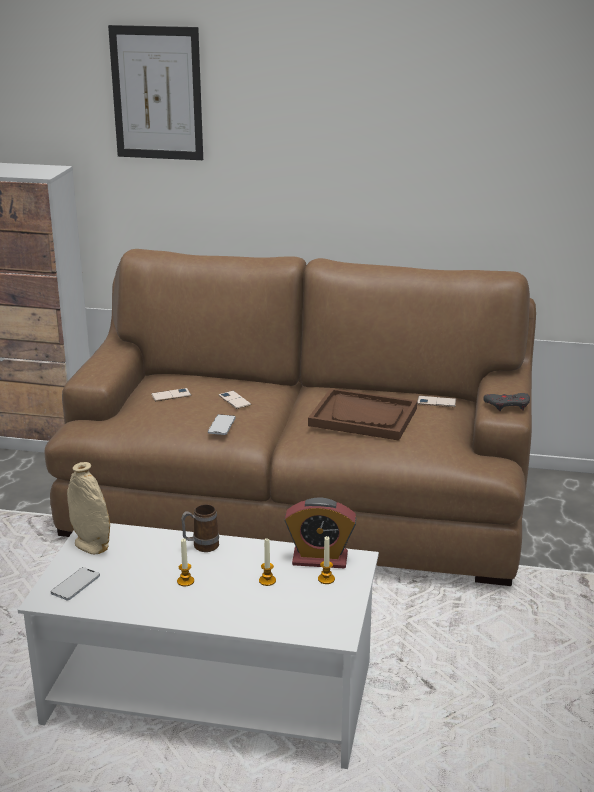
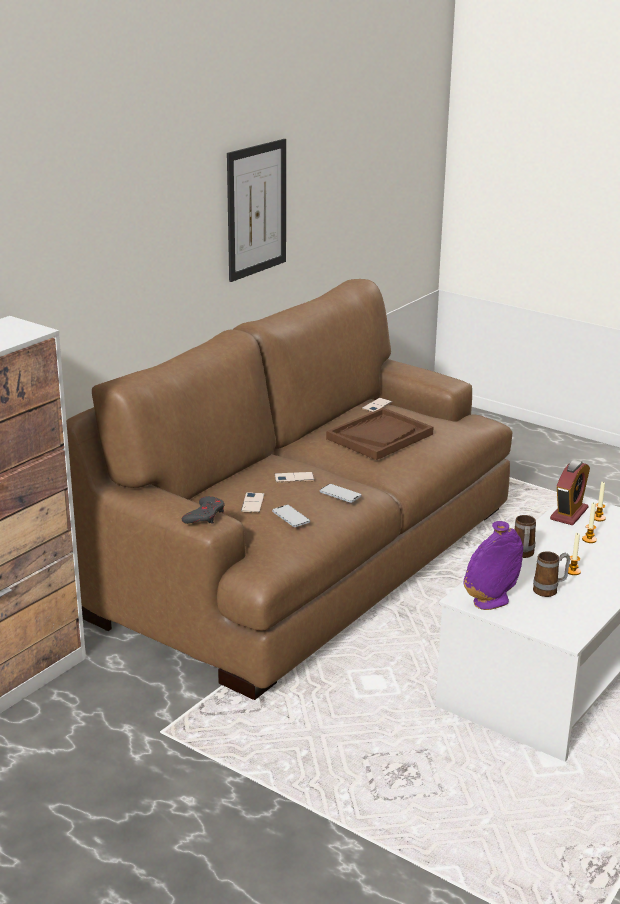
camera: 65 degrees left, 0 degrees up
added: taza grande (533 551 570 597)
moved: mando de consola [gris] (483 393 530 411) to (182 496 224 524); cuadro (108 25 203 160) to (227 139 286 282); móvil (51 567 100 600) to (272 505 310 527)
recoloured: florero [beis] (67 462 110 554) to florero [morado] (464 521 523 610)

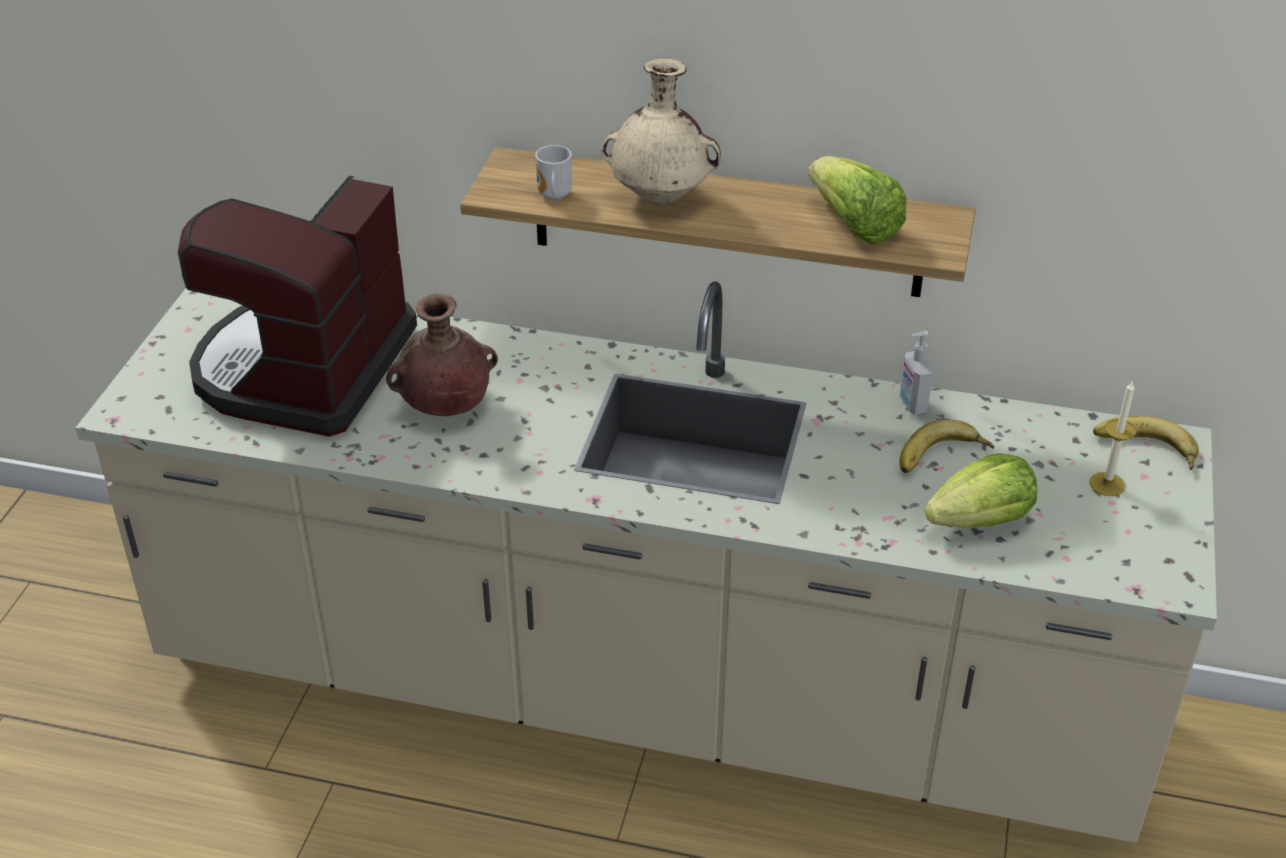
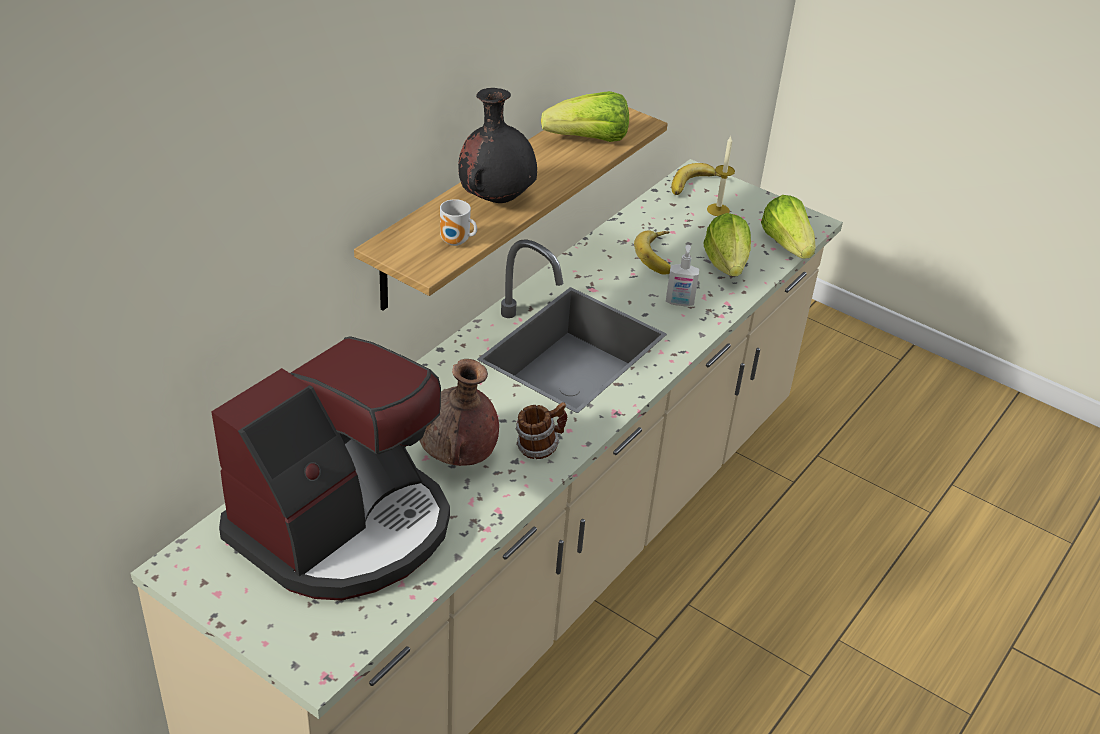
camera: 70 degrees left, 0 degrees up
added: taza grande (516 402 568 459); lechuga (761 195 816 259)
moved: dispensador de jabón (900 331 933 415) to (666 245 699 306)
recoloured: florero [beis] (601 59 721 205) to florero [negro] (458 88 537 203)
turned: cafetera (178 176 417 437) = (211 336 450 601) 90 degrees counterclockwise

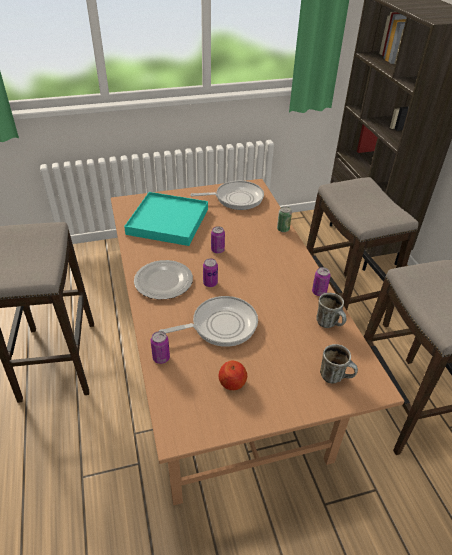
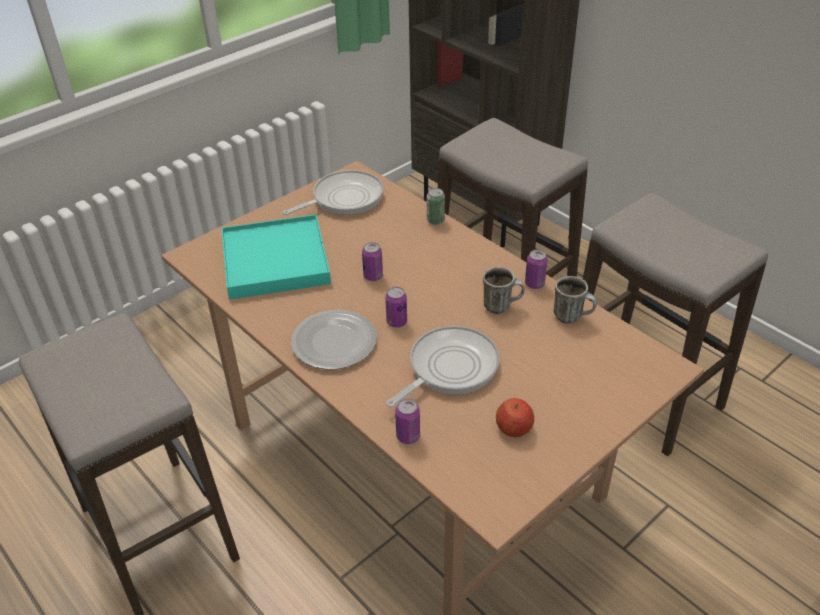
camera: 25 degrees left, 0 degrees up
moved: taza grande (320 344 358 384) to (483 267 525 314)

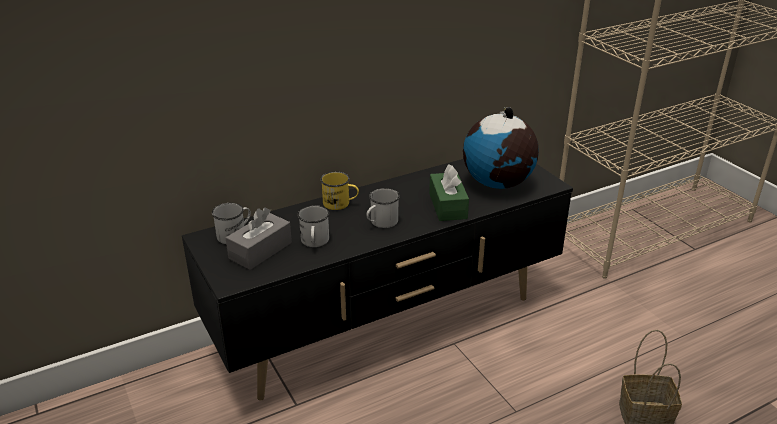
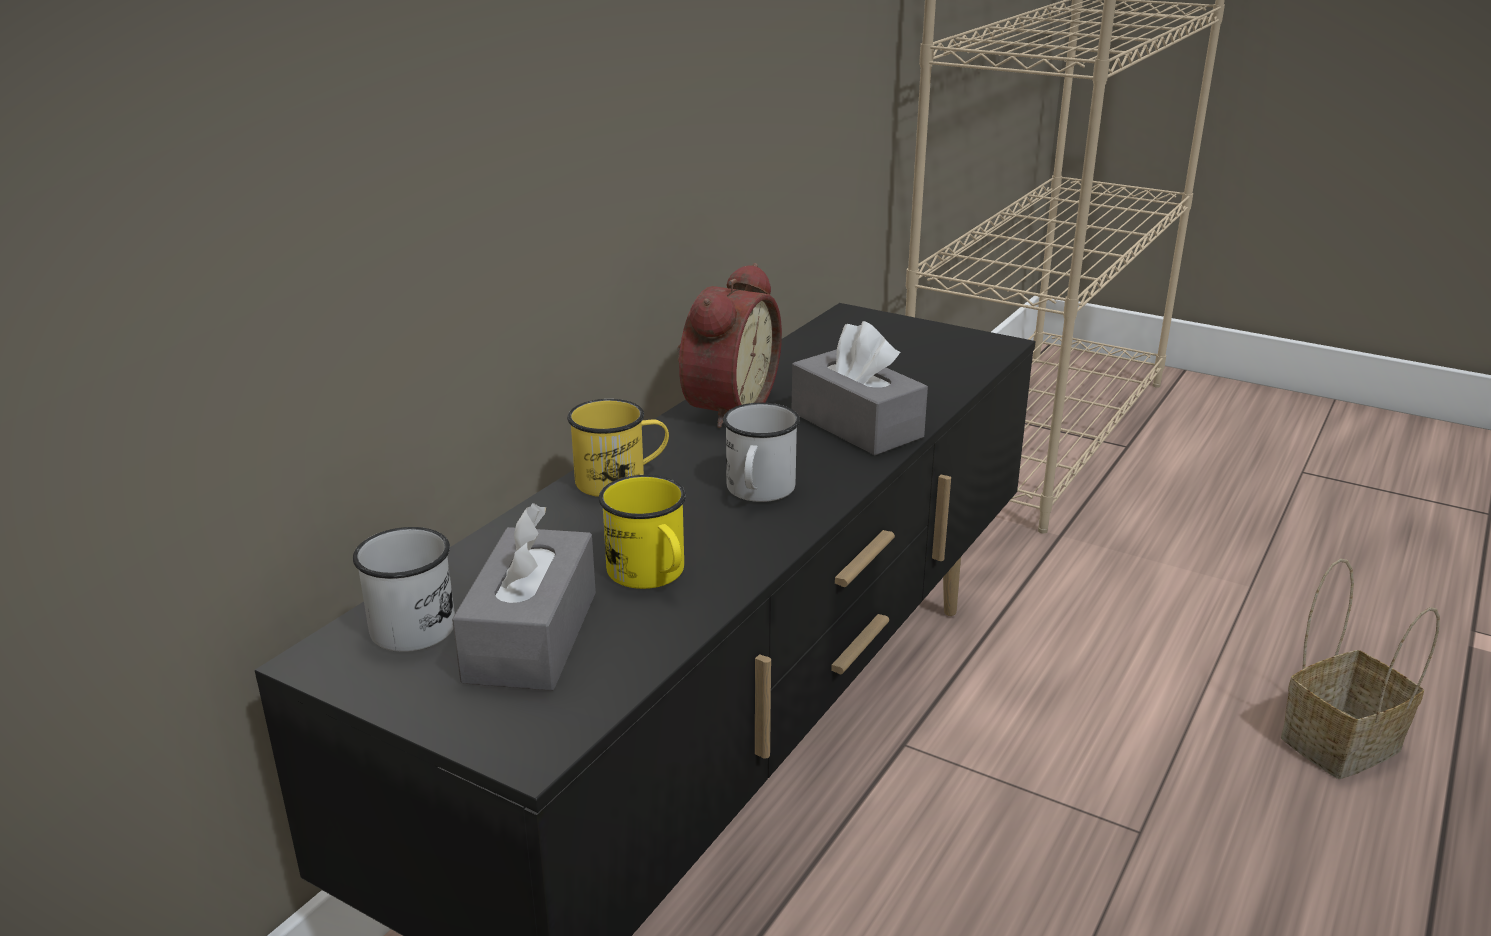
camera: 30 degrees left, 5 degrees down
removed: globo terráqueo (463 107 539 189)
added: despertador (677 263 782 428)
recoloured: taza grande [blanco] (298 205 329 247) to taza grande [amarillo] (599 475 686 589); caja de pañuelos [verde] (429 164 469 221) to caja de pañuelos [gris] (792 321 928 455)

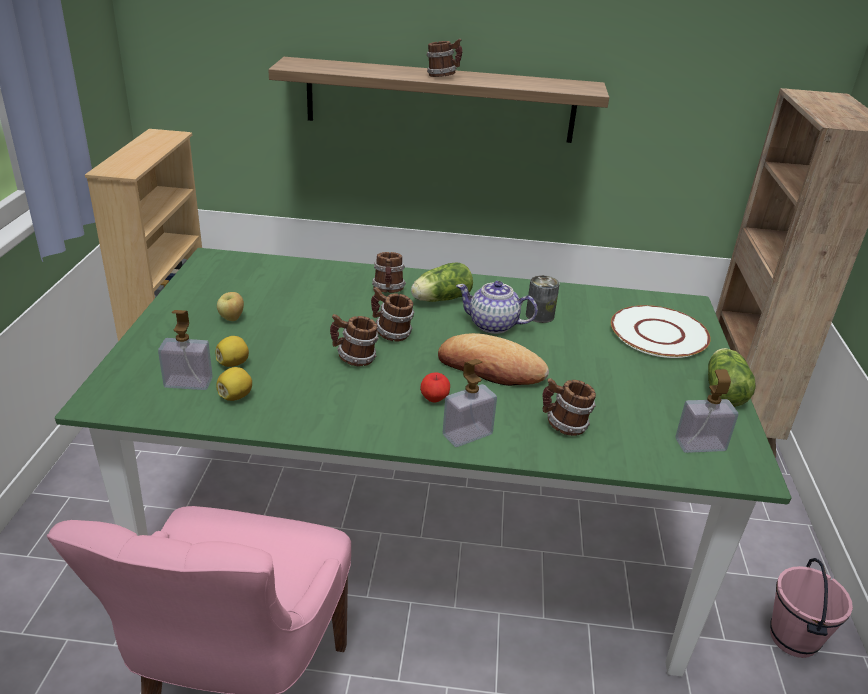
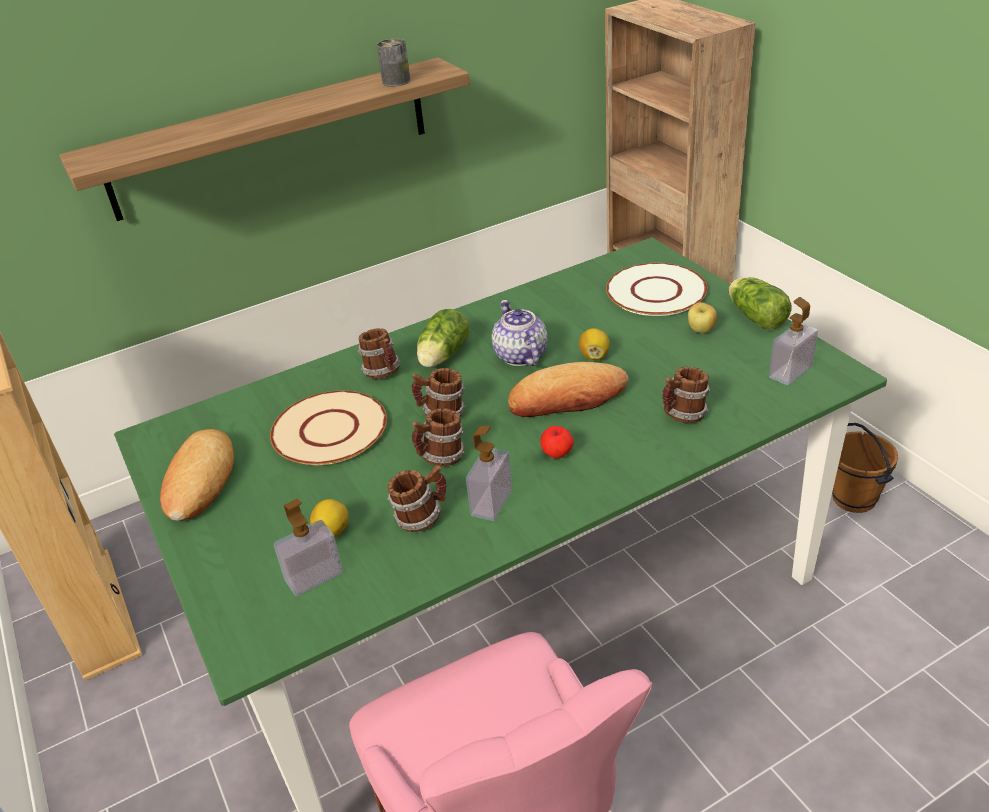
camera: 30 degrees left, 5 degrees up
added: pan (160 429 234 521); plato [beis] (270 391 387 465)
moved: lata (526 275 560 323) to (377 39 410 87); taza grande (427 39 462 77) to (388 465 446 532); dispensador de jabón (443 359 497 447) to (466 426 512 521); limón (216 367 252 401) to (579 328 610 360); manzana (217 292 244 321) to (688 302 717 333)
recoloured: cubo [rosa] (770 558 853 658) to cubo [marrón] (832 423 898 513)
turned: tetera (456 281 538 334) = (492 300 548 366) 90 degrees clockwise

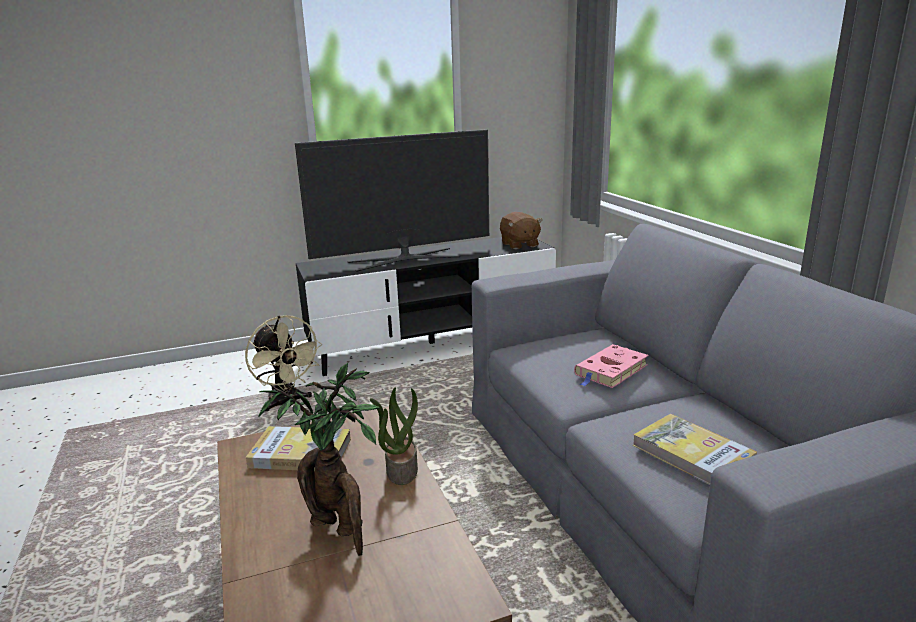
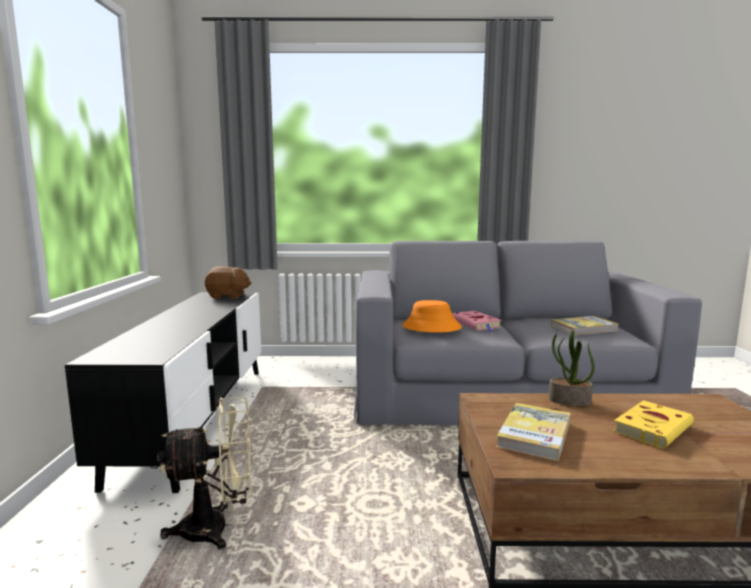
camera: 70 degrees left, 10 degrees down
removed: televisor (295 129 489 271)
added: sombrero [naranja] (402 300 462 332)
replaced: planta en maceta (259 363 380 556) to libro [amarillo] (613 400 694 449)

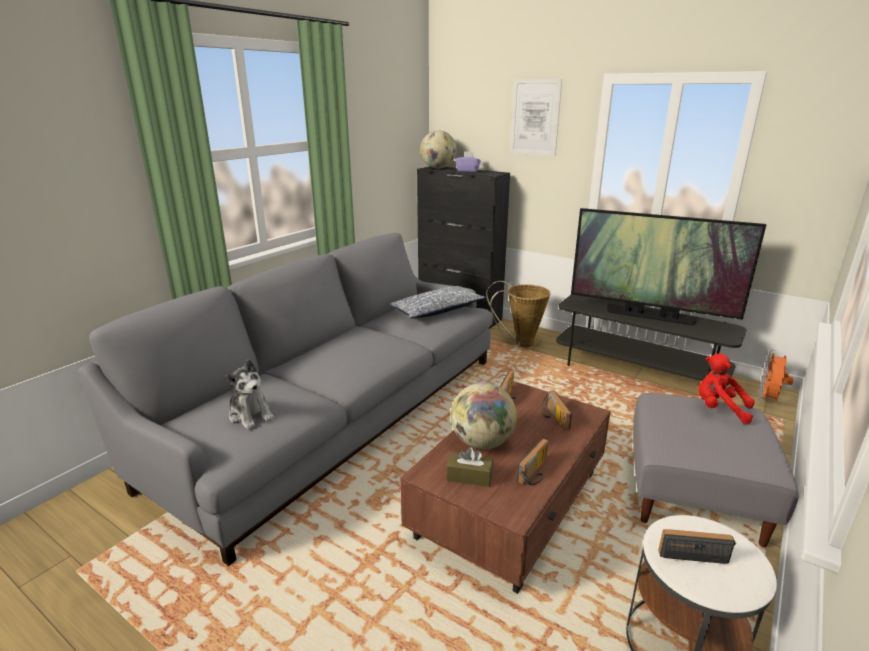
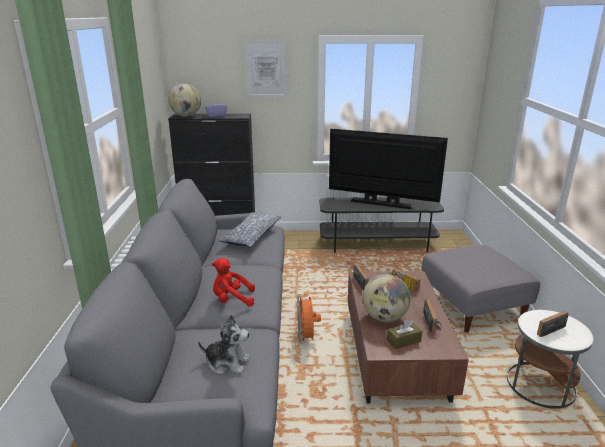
camera: 35 degrees left, 0 degrees up
removed: cesta (486 281 551 347)
moved: peluche [rojo] (698 353 755 424) to (212 258 255 306); ventilador [naranja] (758 349 794 402) to (297 294 321 344)
turned: televisor (571 208 766 325) = (329 129 448 209) 150 degrees counterclockwise

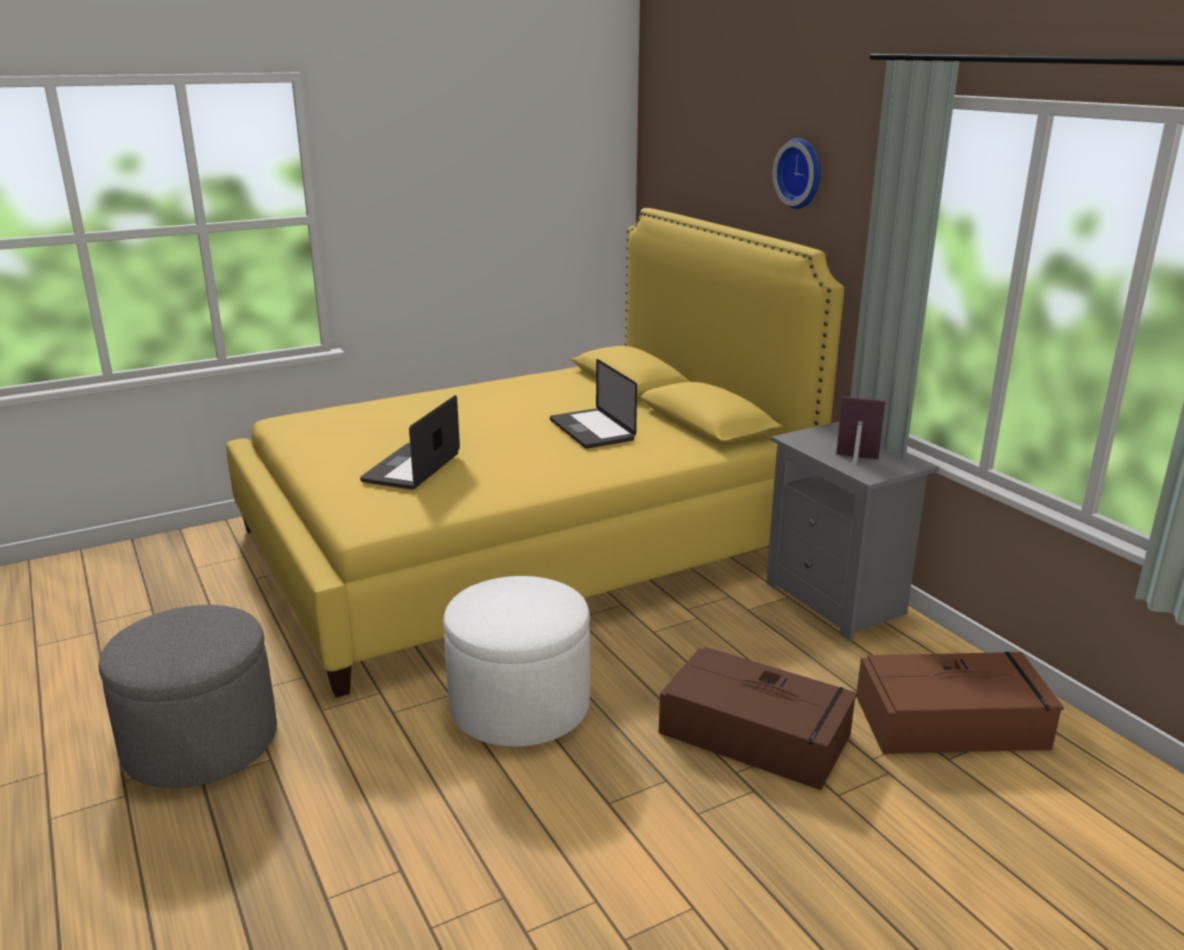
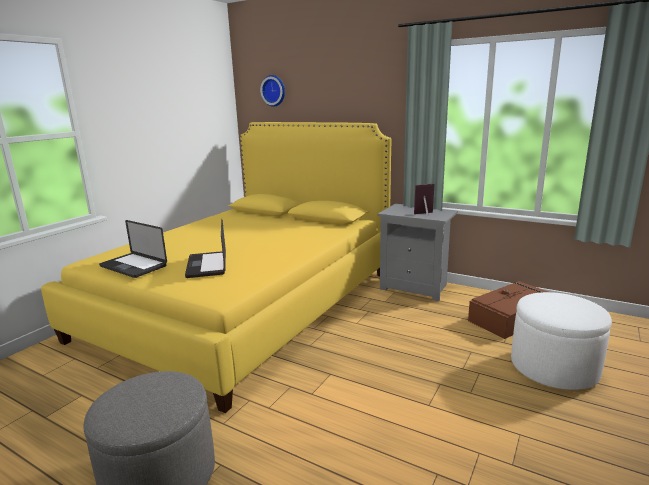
camera: 30 degrees left, 5 degrees down
removed: caja de almacenaje [marrón] (659 647 858 790)
moved: portátil (550 359 637 449) to (99 220 167 278); reloj de pared (773 138 821 209) to (260 75 285 107); puf [blanco] (443 576 590 747) to (511 292 612 390)

